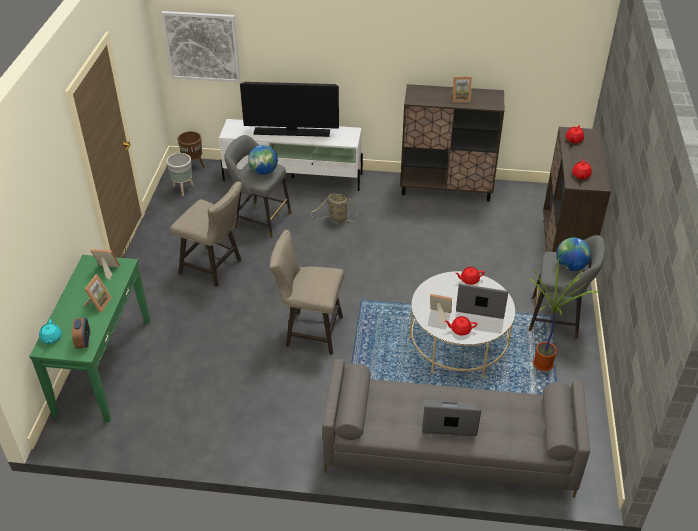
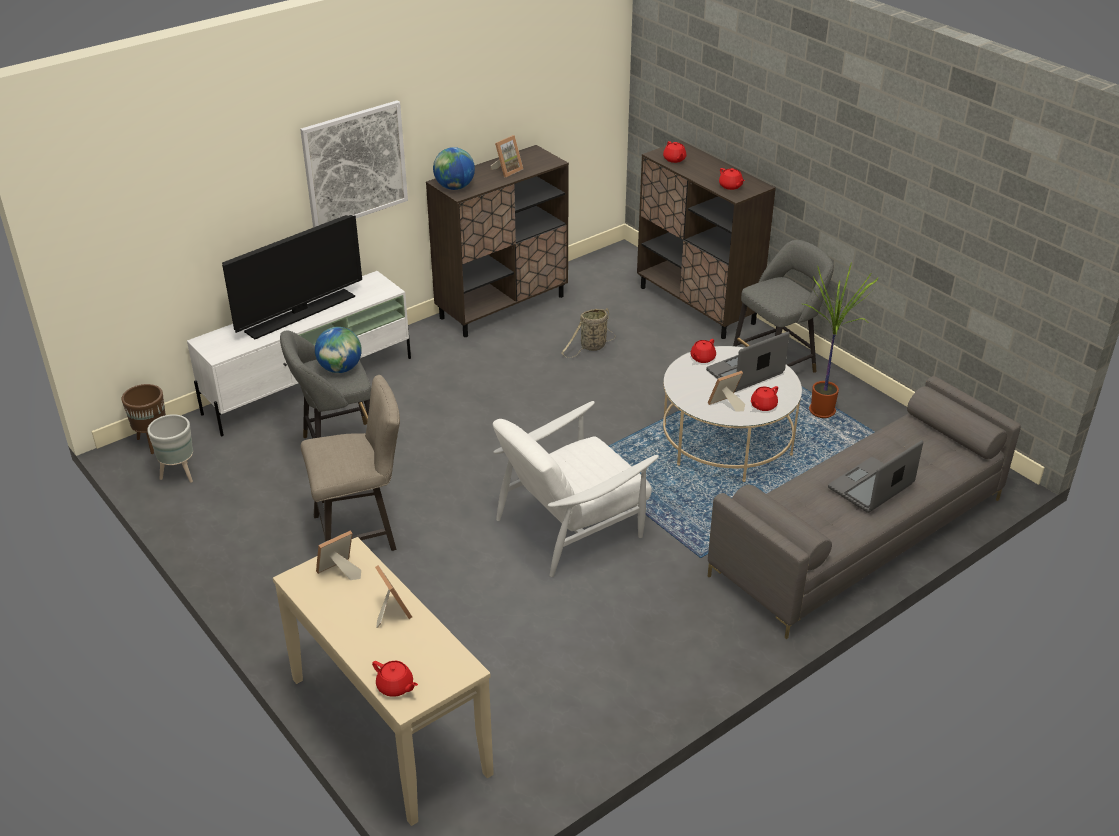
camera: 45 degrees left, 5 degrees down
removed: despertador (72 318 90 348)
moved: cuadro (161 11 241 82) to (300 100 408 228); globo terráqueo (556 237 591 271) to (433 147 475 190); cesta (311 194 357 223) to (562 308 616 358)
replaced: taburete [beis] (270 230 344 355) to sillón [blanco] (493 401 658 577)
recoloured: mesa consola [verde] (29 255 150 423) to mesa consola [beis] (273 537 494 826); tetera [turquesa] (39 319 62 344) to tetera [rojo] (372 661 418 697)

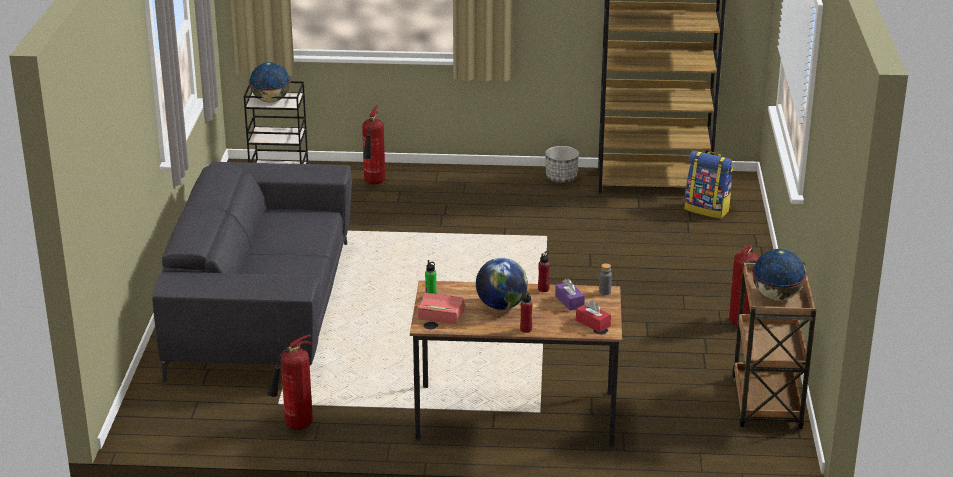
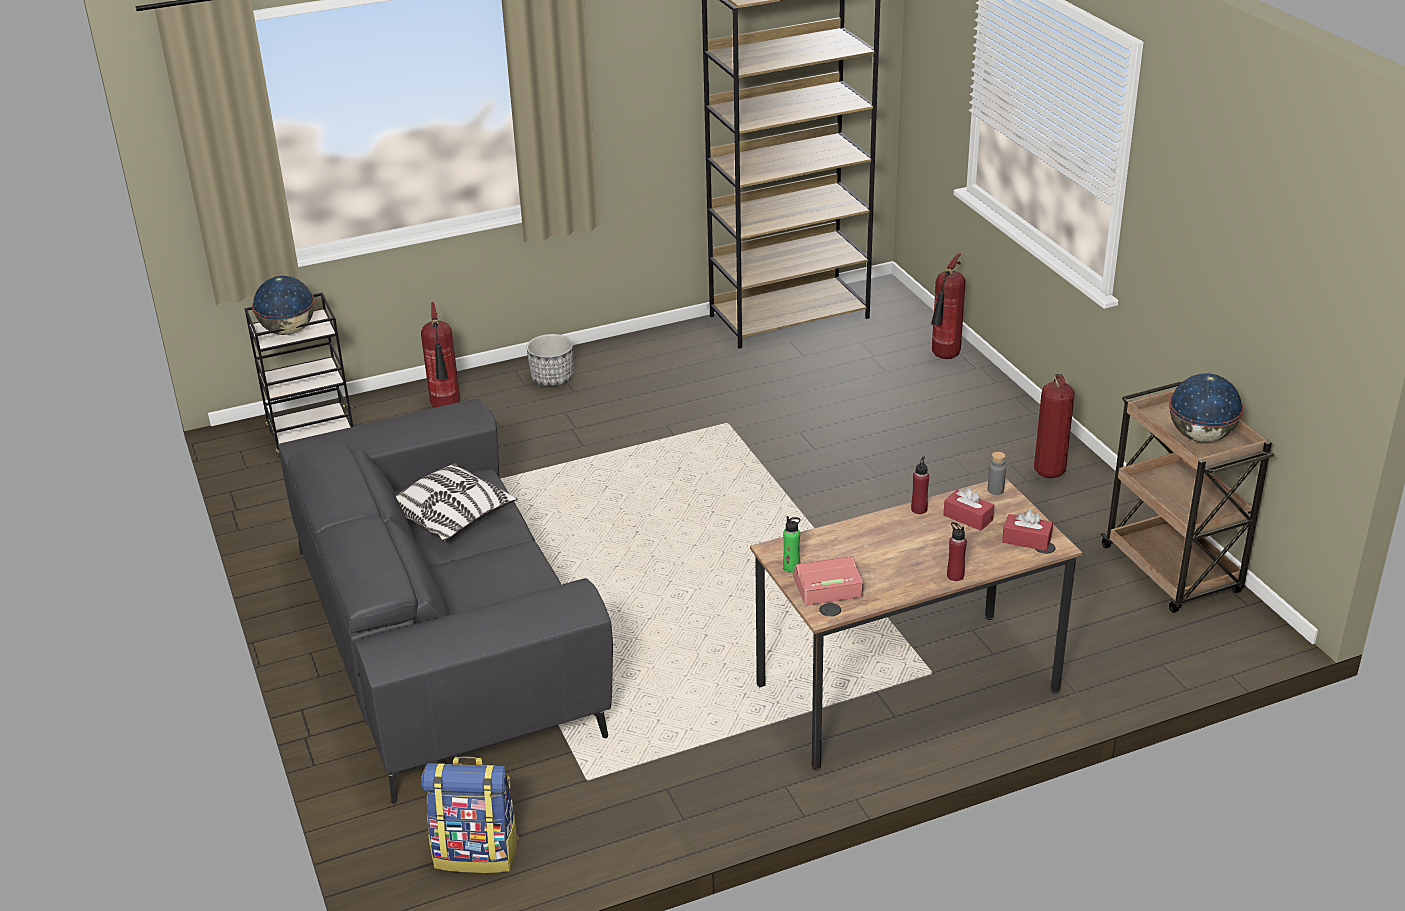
camera: 25 degrees left, 5 degrees up
removed: globo terráqueo (476 258 528 310)
added: cojín (396 463 518 541)
moved: mochila (685 151 733 219) to (421 757 519 873); maceta (545 146 579 183) to (526 334 573 386); extintor (267 334 313 430) to (931 253 966 359)
recoloured: caja de pañuelos [morado] (555 279 585 311) to caja de pañuelos [rojo] (944 487 994 531)

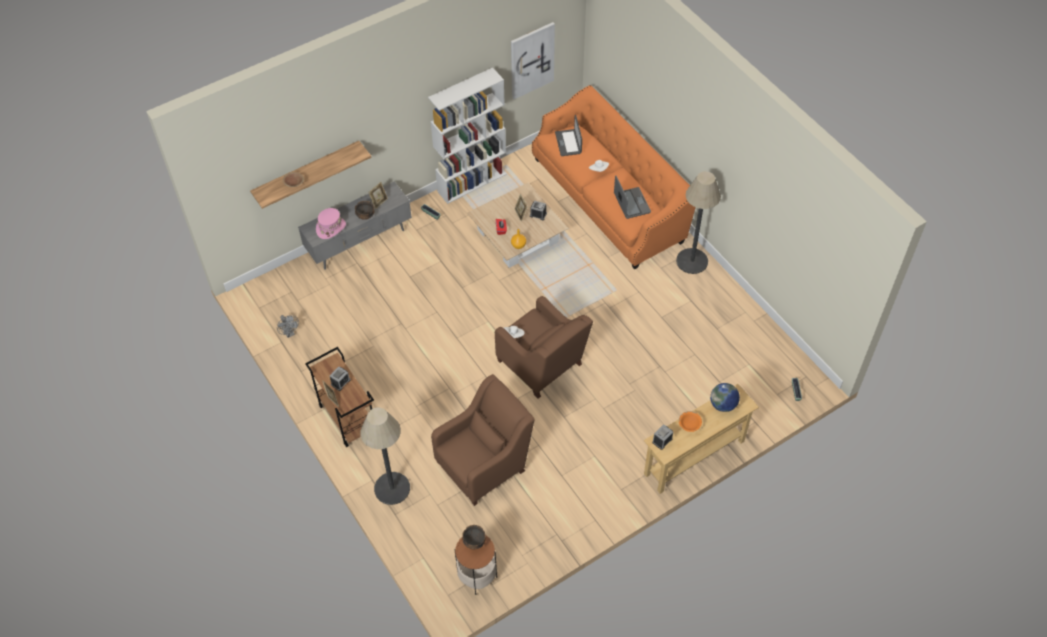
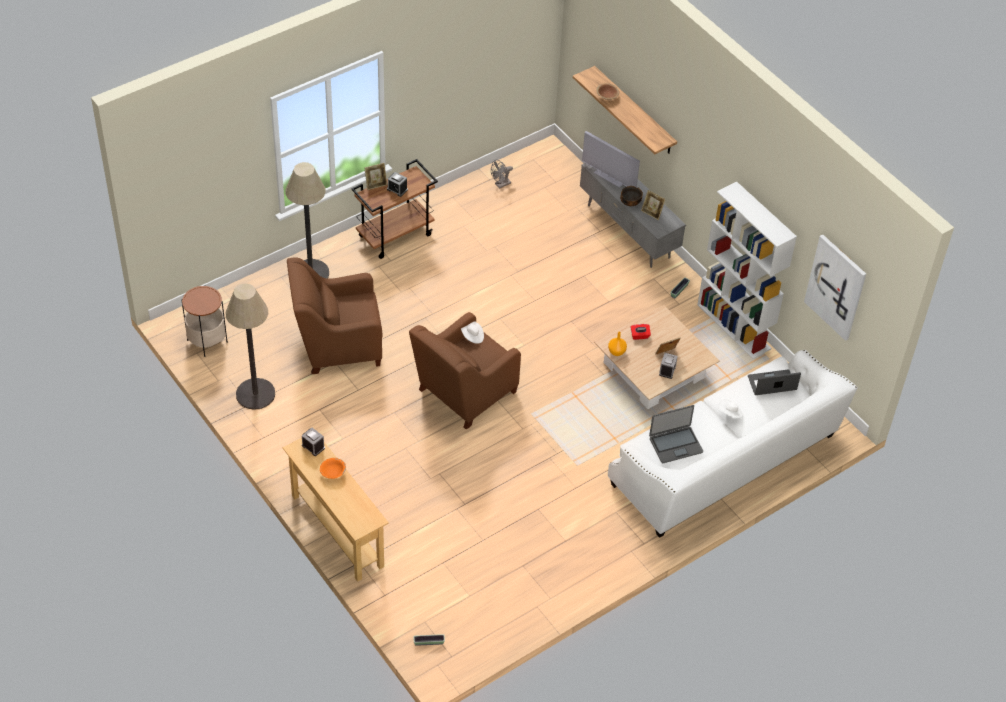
camera: 85 degrees right, 5 degrees down
removed: cuenco (462 525 486 549); globo terráqueo (710 383 740 412)
moved: lámpara de pie (676 171 721 274) to (225 284 275 410)
replaced: sombrero [rosa] (316 208 346 239) to televisor (582 131 640 188)
recoloured: sofá [naranja] (532 85 696 269) to sofá [blanco] (608 350 858 538)
turned: sillón [marrón] (431 374 535 506) = (287 257 382 374) 120 degrees clockwise

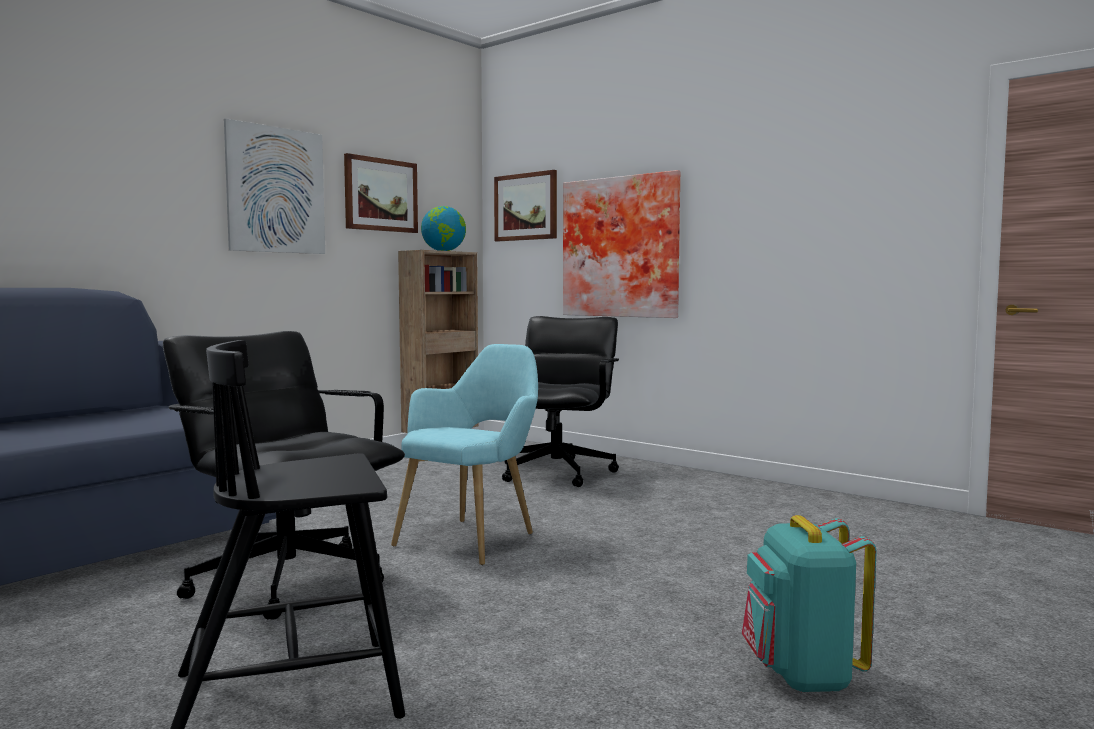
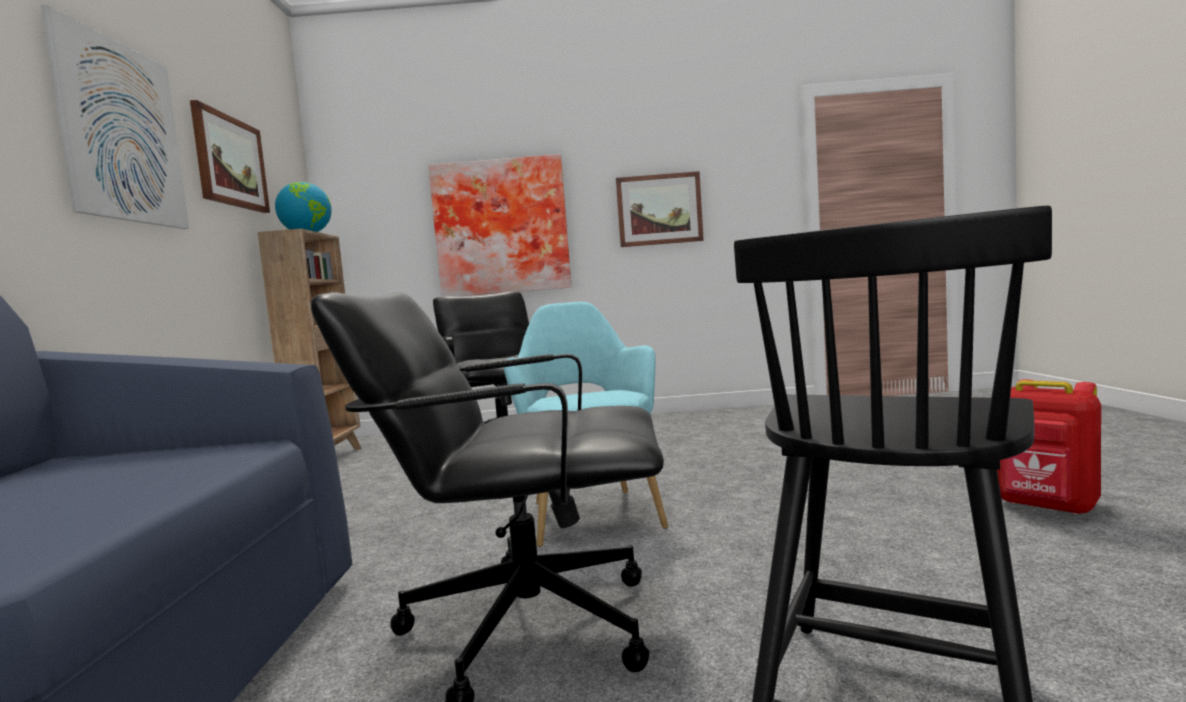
camera: 40 degrees left, 0 degrees up
moved: cuadro (494 170 557 241) to (616 171 704 247)
recoloured: mochila [turquesa] (742 515 877 692) to mochila [rojo] (997 379 1101 515)

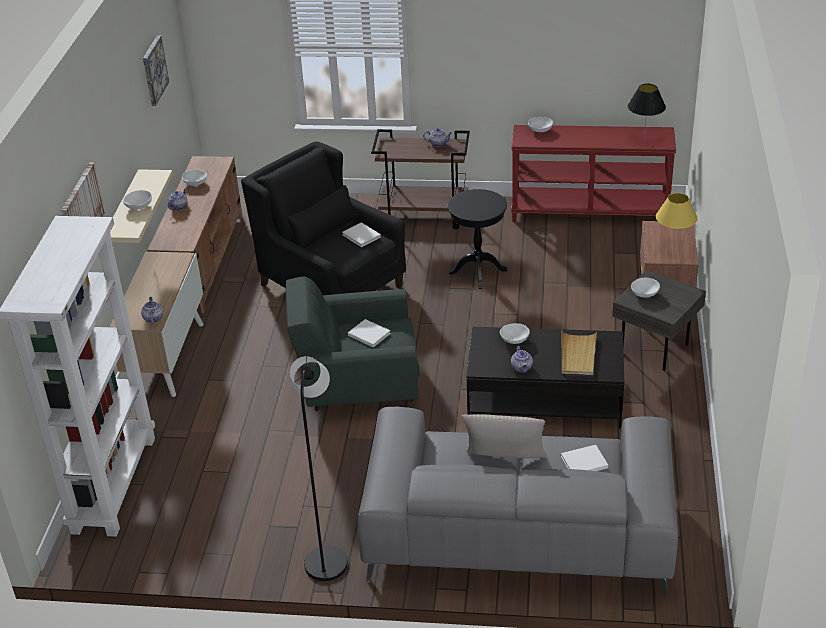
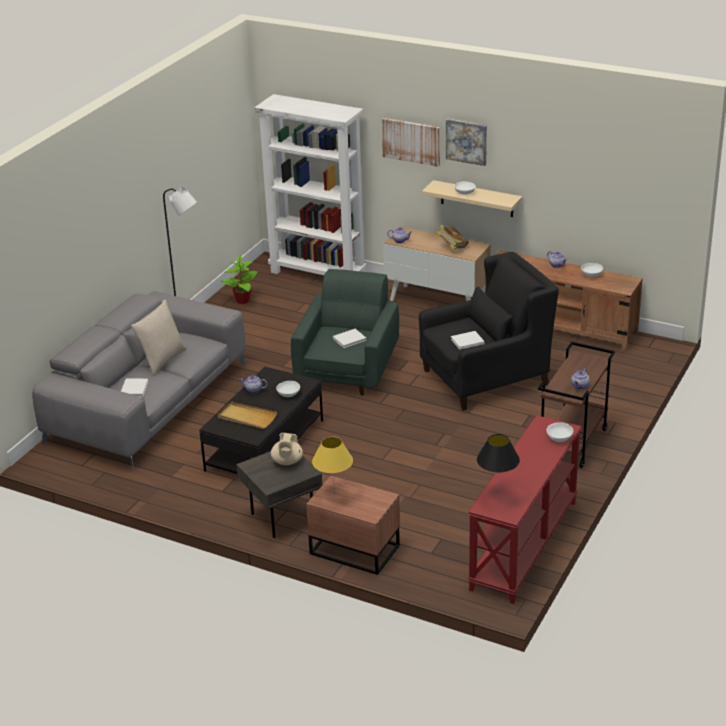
camera: 110 degrees right, 5 degrees down
removed: mesa auxiliar [negro] (448 189 507 289)
added: planta en maceta (220 256 258 304); libro (435 225 469 250)
moved: cuadro (143 35 169 106) to (446 119 487 166)
replaced: cuenco [blanco] (631 278 660 298) to tetera [beis] (271 433 303 465)

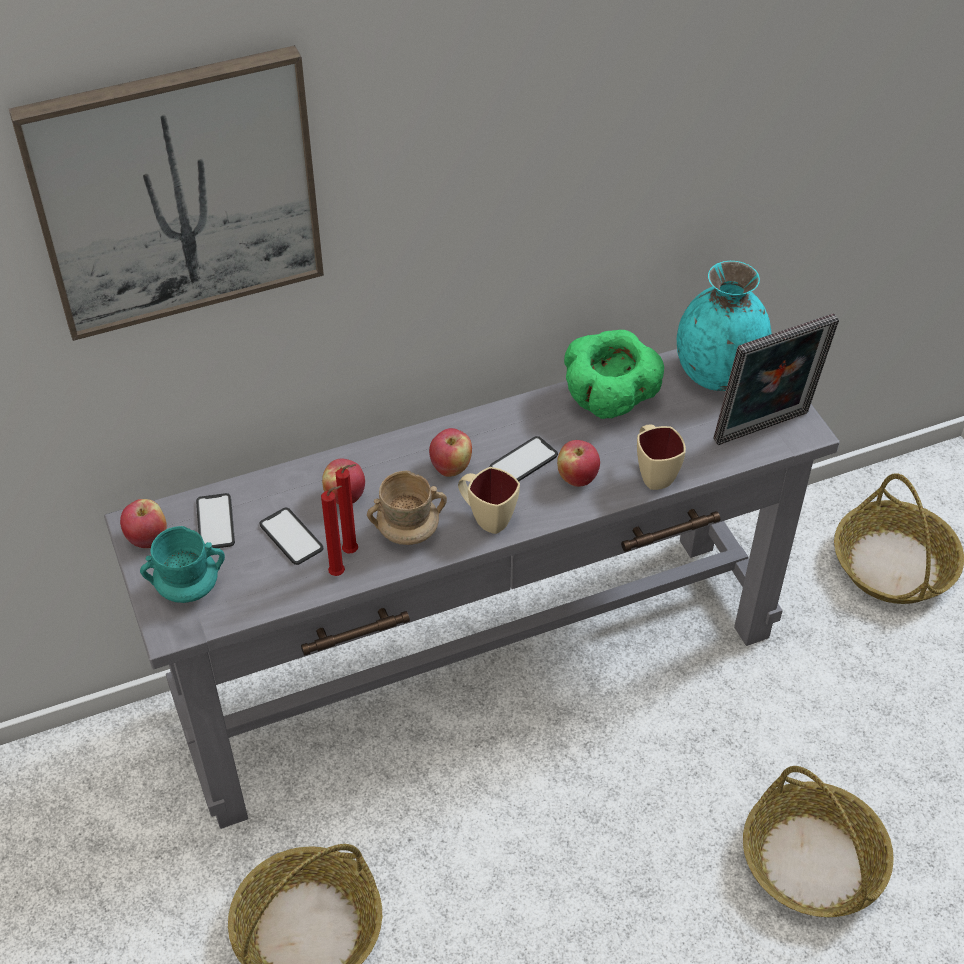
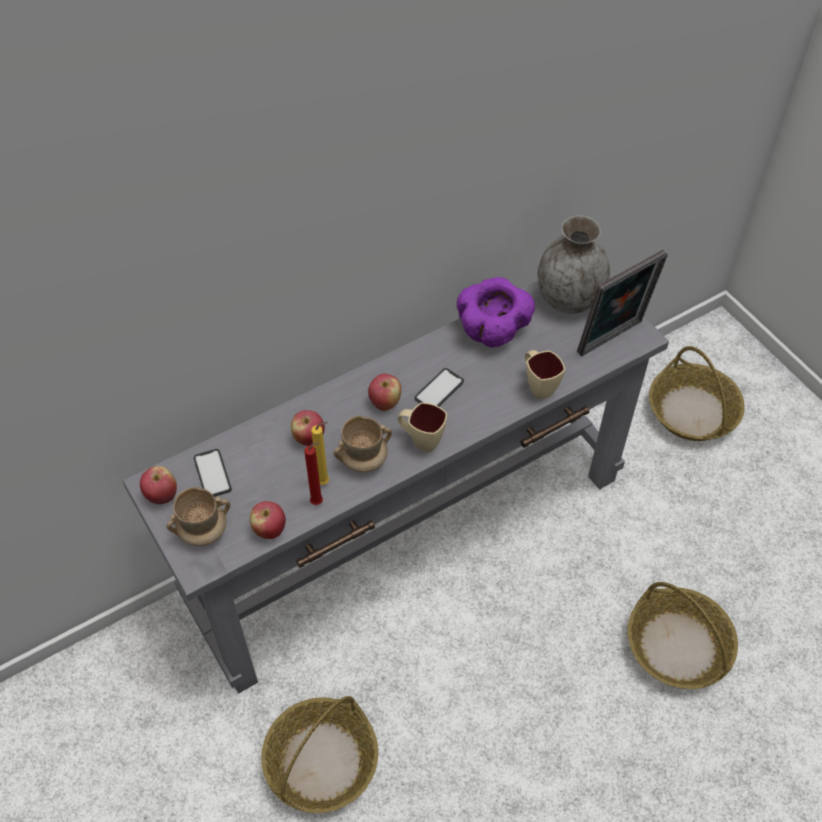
camera: 10 degrees left, 5 degrees up
removed: cuadro (9 45 324 341); móvil (260 508 323 565)
moved: manzana (557 440 600 487) to (250 501 286 539)
recoloured: taza grande [turquesa] (140 526 225 603) to taza grande [beis] (166 487 230 546); vela [rojo] (336 464 358 554) to vela [amarillo] (311 422 329 485); cuenco [verde] (564 330 664 419) to cuenco [morado] (457 277 535 348); florero [turquesa] (677 261 772 391) to florero [gris] (538 215 610 313)

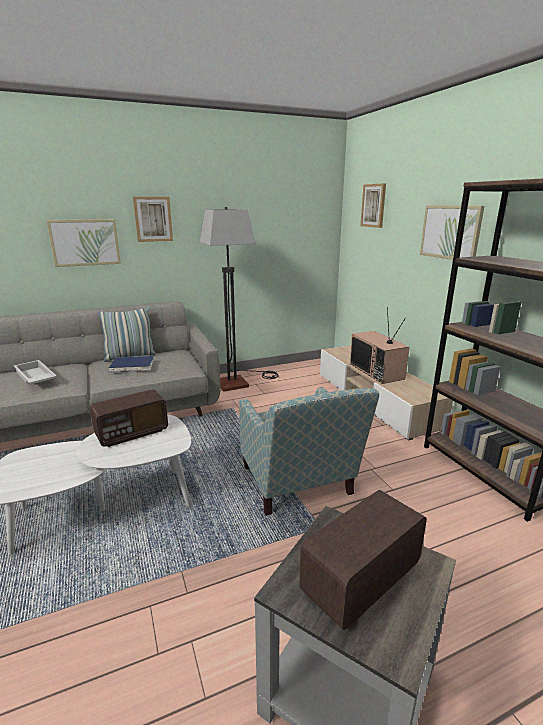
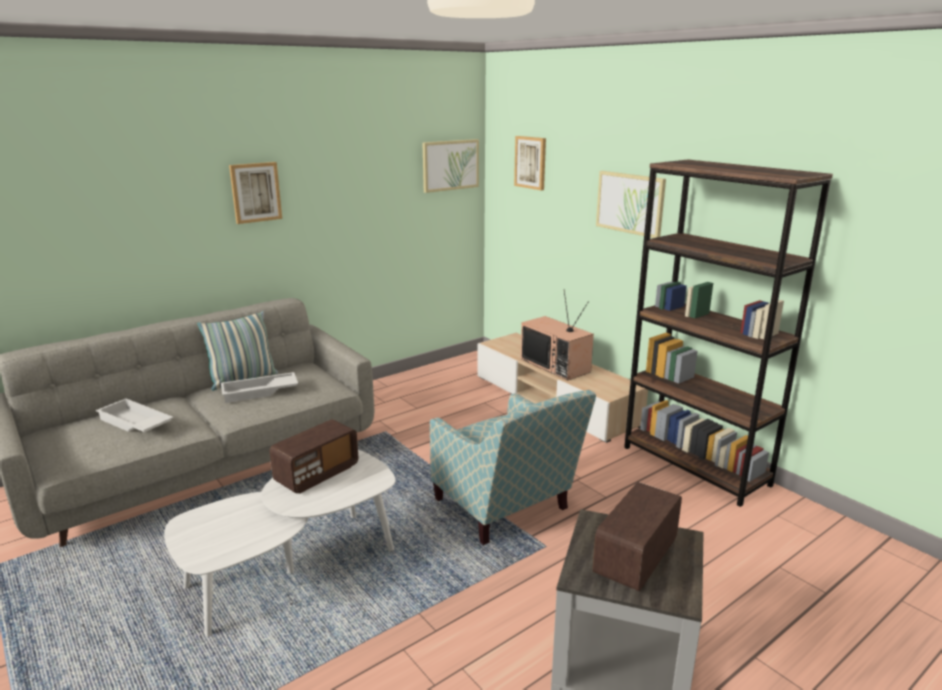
camera: 15 degrees left, 0 degrees up
removed: lámpara de pie (200 207 279 392)
moved: cuadro (47 219 121 267) to (423 139 479 193)
replaced: libro [azul] (109 356 155 373) to bandeja [blanco] (221 372 298 403)

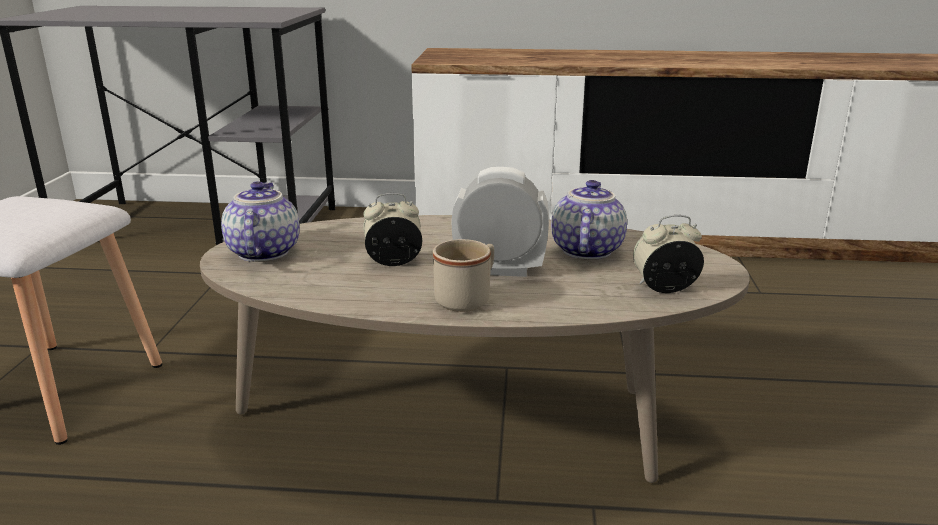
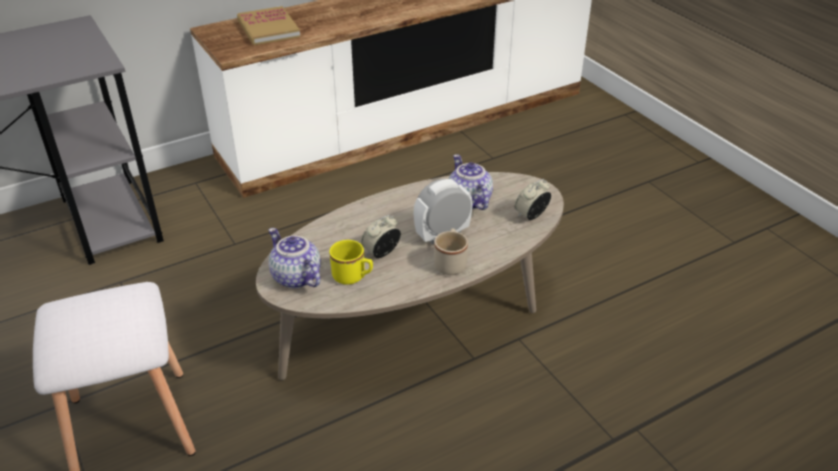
camera: 35 degrees left, 15 degrees up
added: libro (237 6 300 45); taza grande [amarillo] (329 240 373 285)

